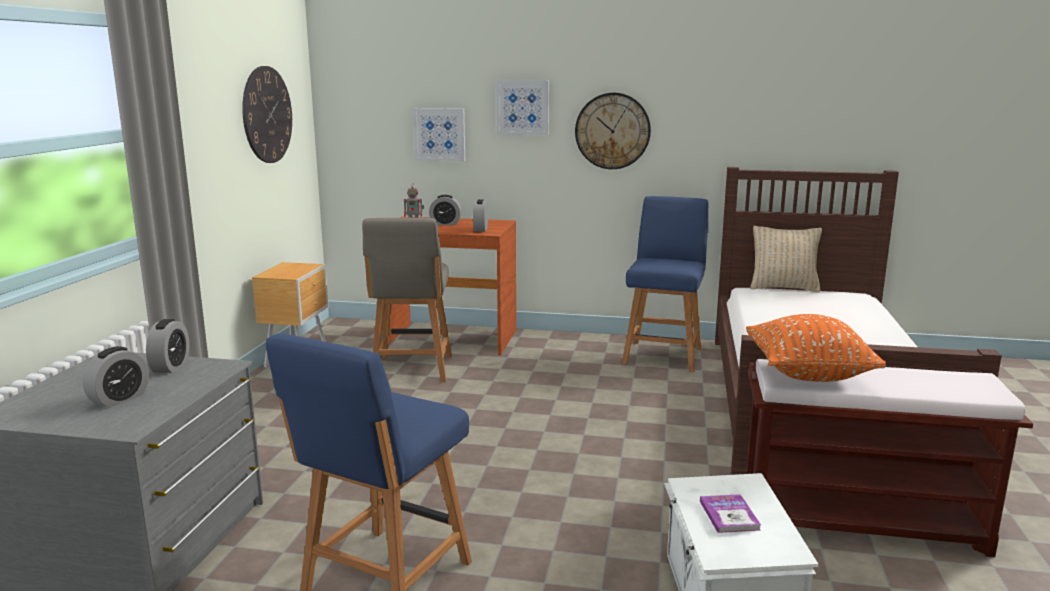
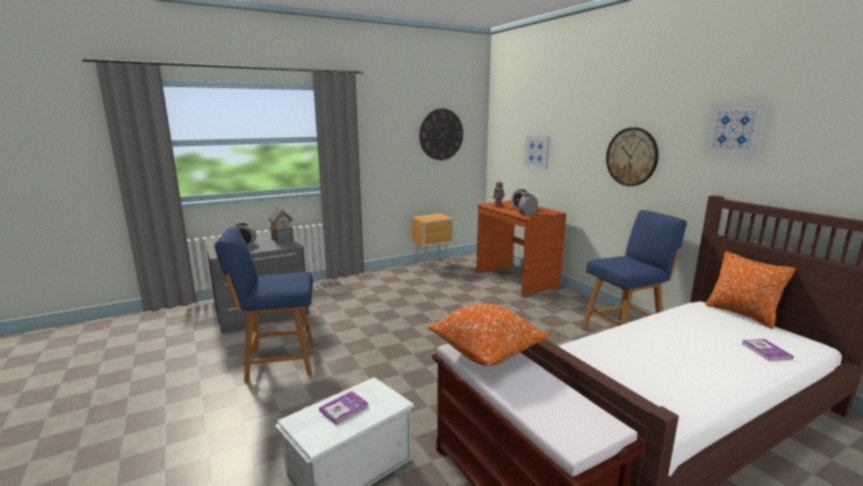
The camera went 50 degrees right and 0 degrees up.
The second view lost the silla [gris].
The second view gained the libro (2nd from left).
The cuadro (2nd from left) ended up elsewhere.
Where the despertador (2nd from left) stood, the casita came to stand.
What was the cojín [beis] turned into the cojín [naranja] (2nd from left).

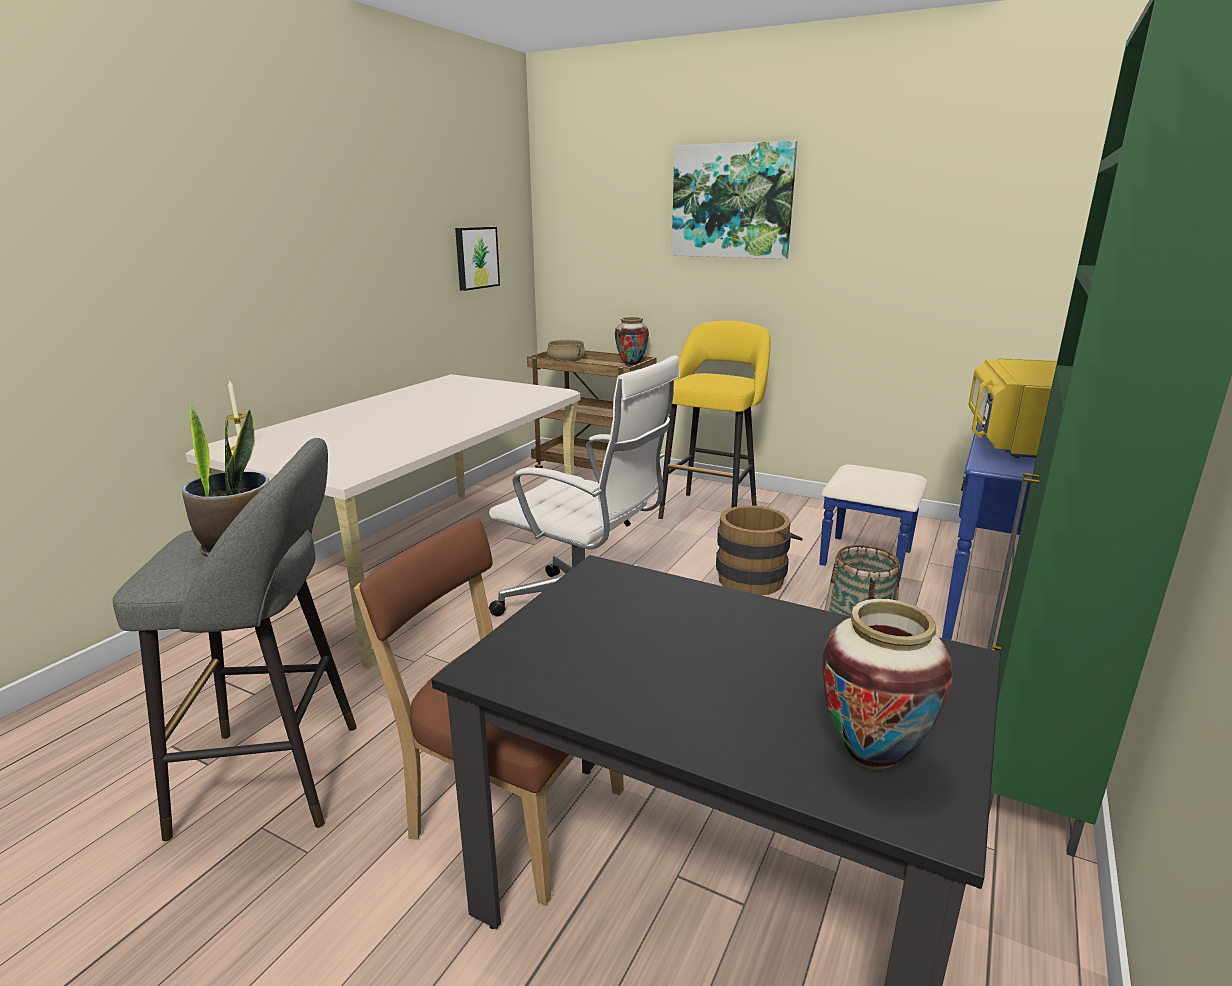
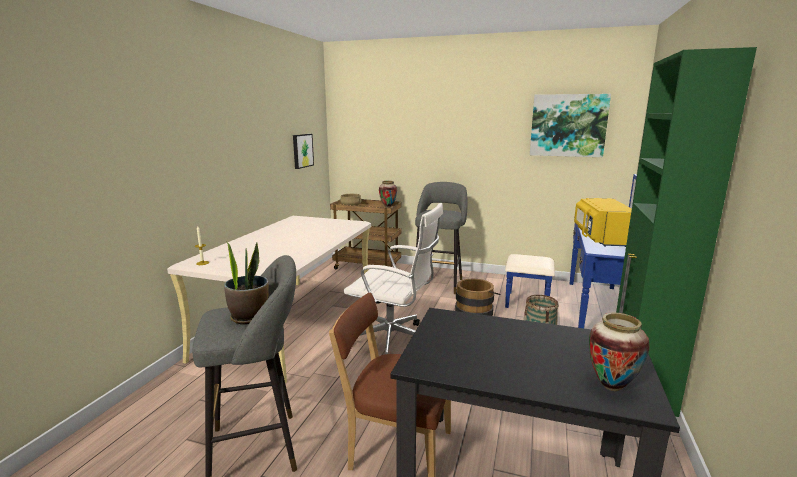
The camera went 10 degrees left and 5 degrees down.
The cuadro (2nd from left) ended up elsewhere.
What was the taburete [amarillo] turned into the taburete [gris] (2nd from left).

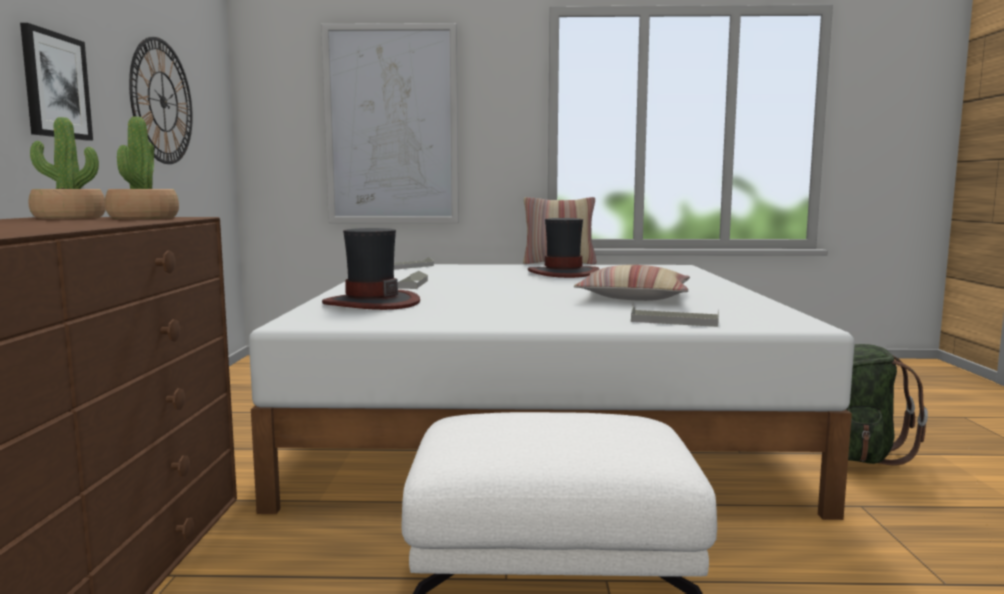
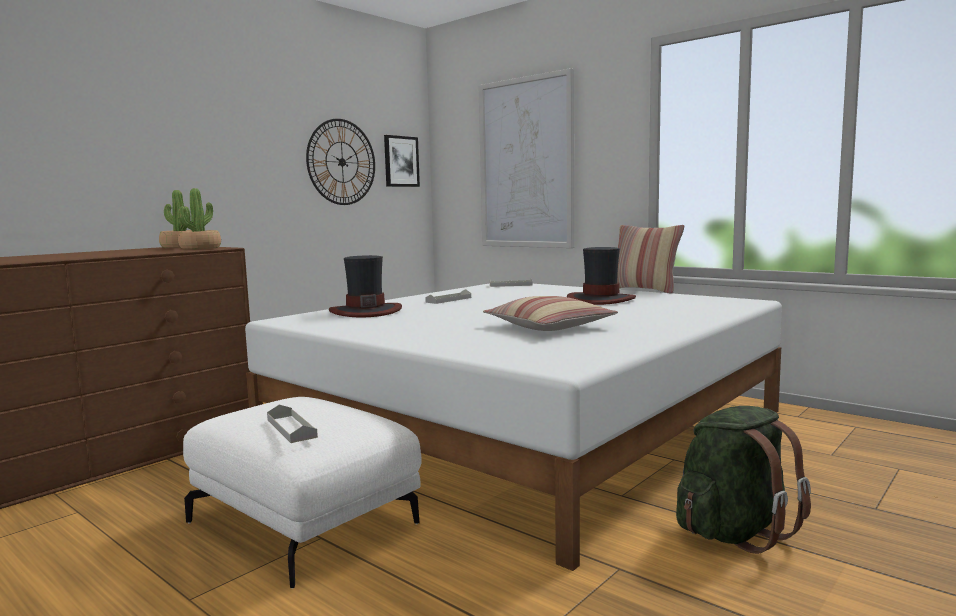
The camera went 40 degrees right and 0 degrees up.
The cuadro (1st from left) ended up elsewhere.
The bandeja [gris] (3rd from left in the first image) ended up elsewhere.

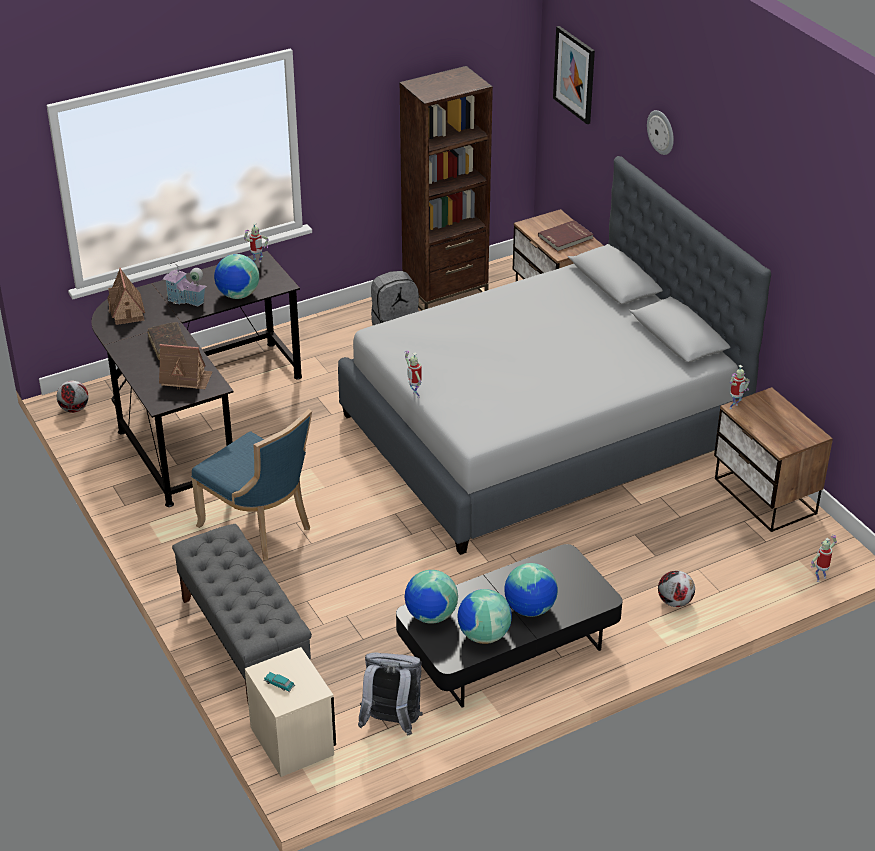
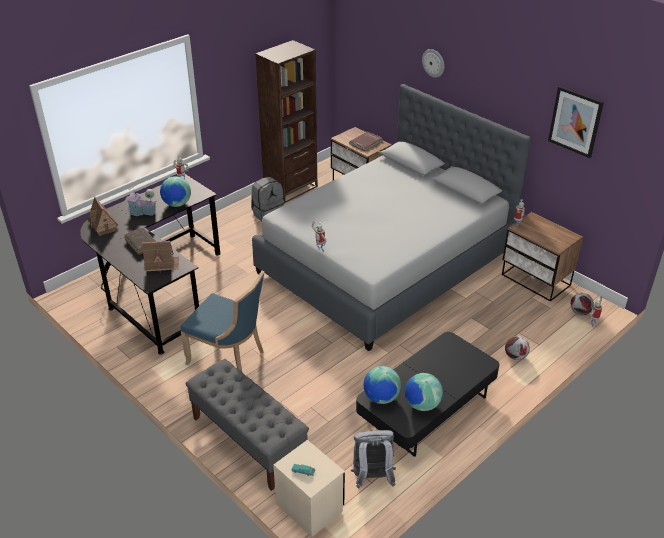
The camera went 15 degrees left and 0 degrees up.
The second view lost the globo terráqueo (4th from left).
The balón de fútbol (1st from left in the first image) ended up elsewhere.
The cuadro ended up elsewhere.

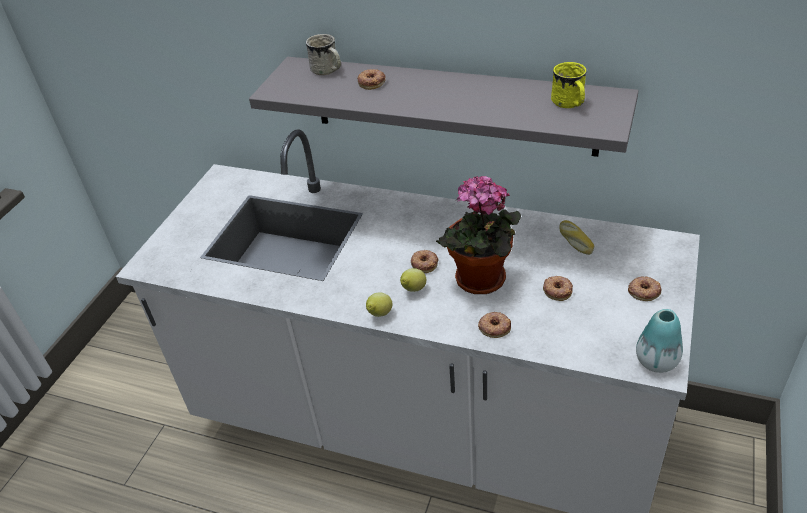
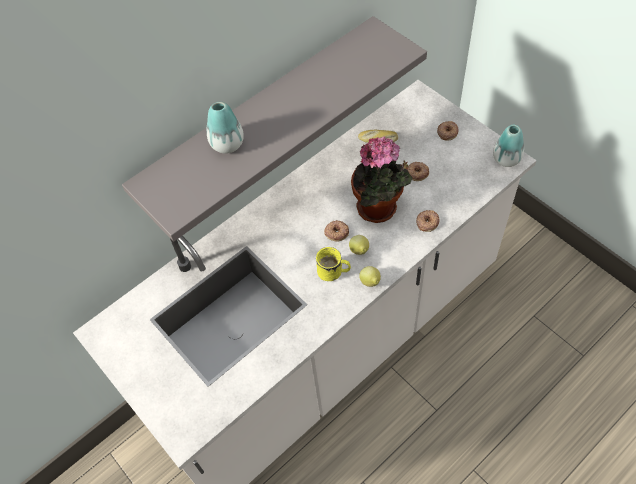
The camera went 60 degrees left and 15 degrees up.
The second view lost the taza grande [blanco].
The taza grande [amarillo] ended up elsewhere.
Where the rosquilla (1st from left) stood, the florero (1st from left) came to stand.

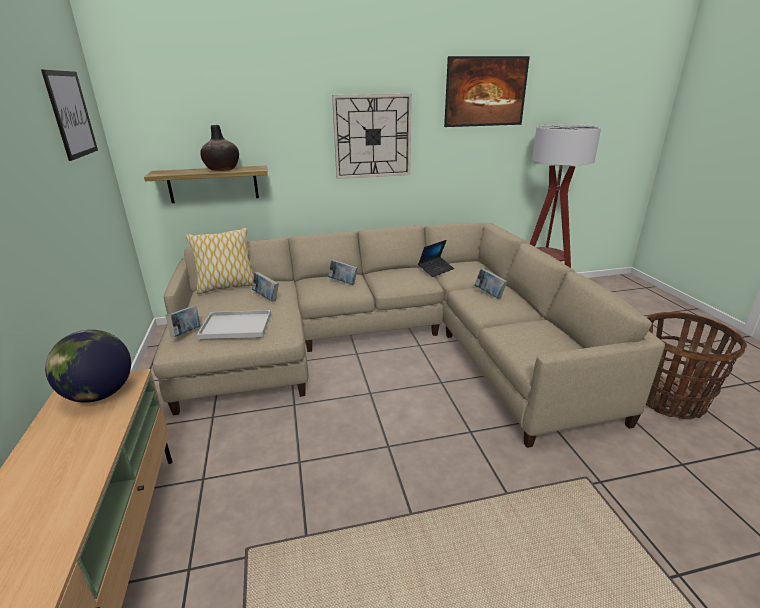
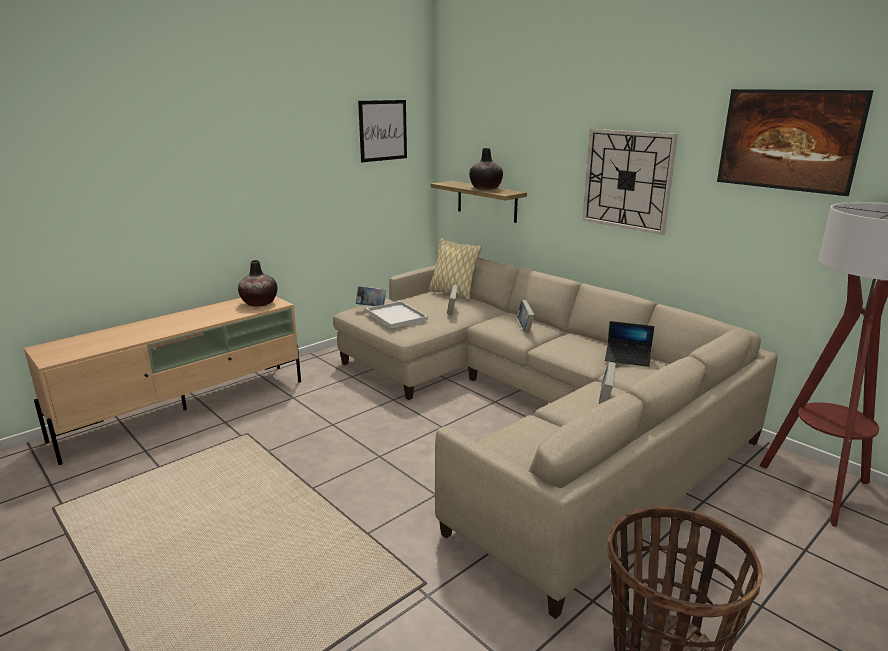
The camera went 60 degrees right and 5 degrees down.
Where the globo terráqueo stood, the florero (1st from left) came to stand.

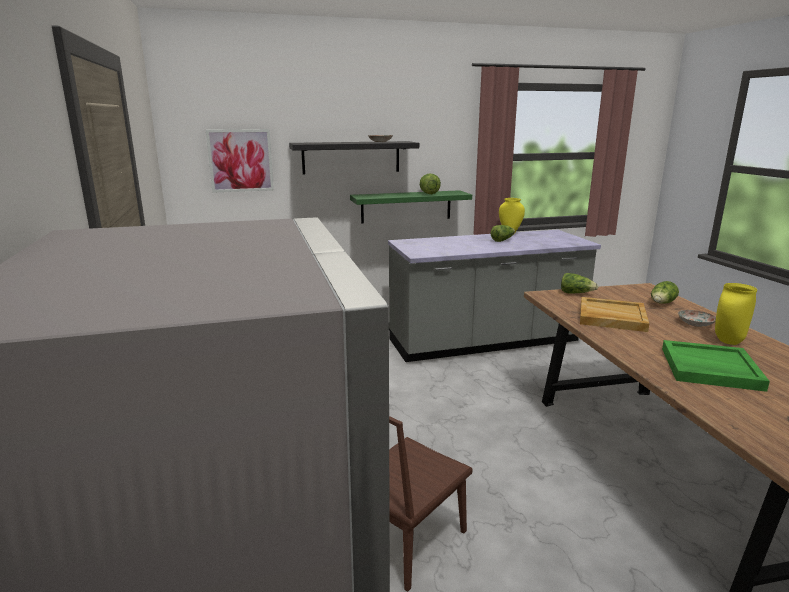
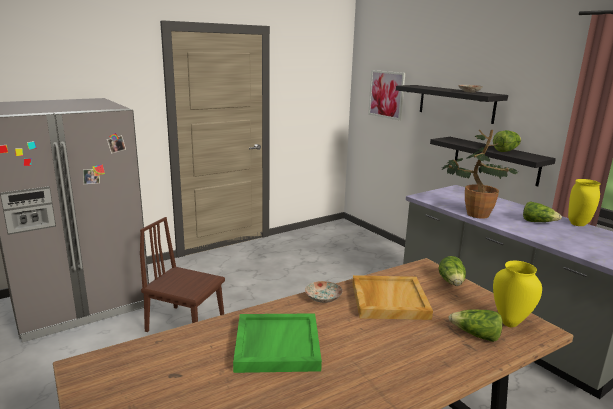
The camera went 70 degrees right and 0 degrees up.
The second view gained the planta en maceta.
The plato (2nd from left in the first image) ended up elsewhere.
The florero [amarillo] (2nd from left in the first image) ended up elsewhere.
What was the estante [verde] turned into the estante [negro] (2nd from left).

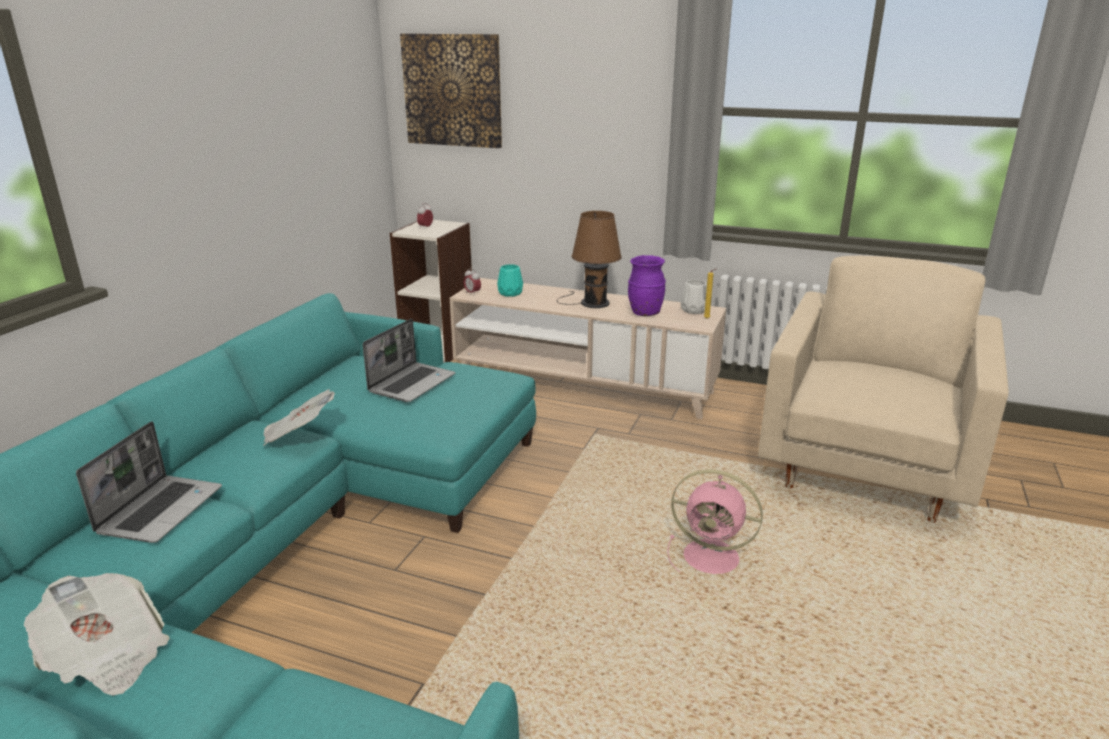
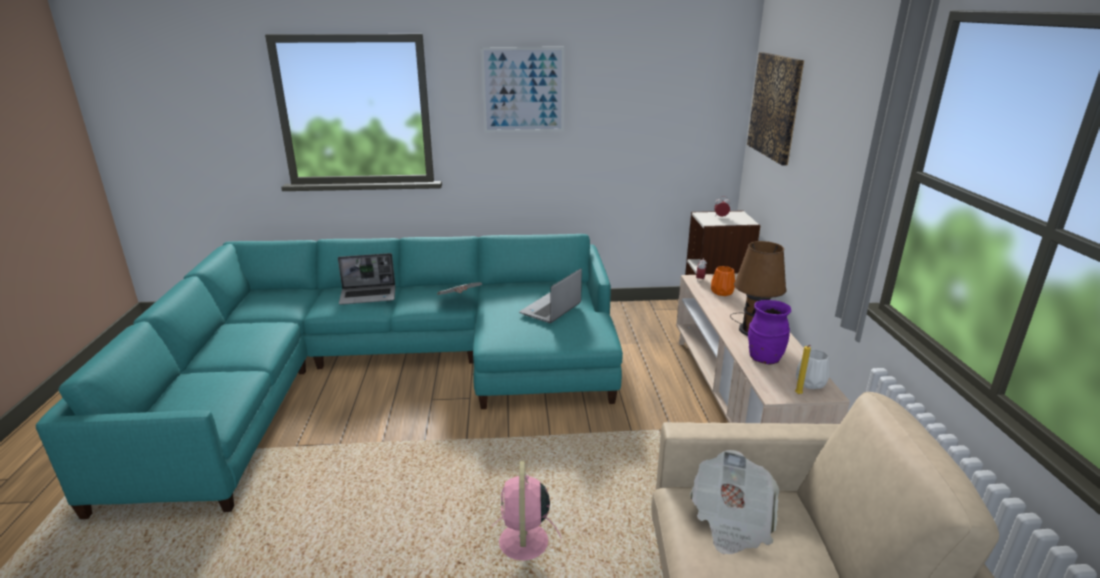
The camera went 65 degrees right and 0 degrees up.
The second view gained the cuadro (1st from left).
The periódico (1st from left in the first image) ended up elsewhere.
What was the florero [turquesa] turned into the florero [naranja].
The portátil (2nd from left) ended up facing another way, 120 degrees clockwise from before.

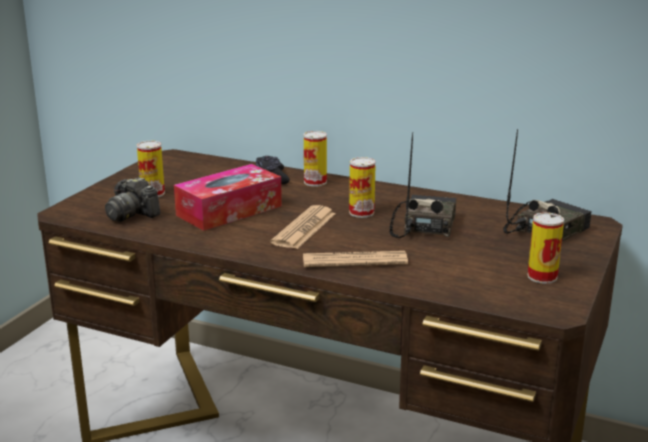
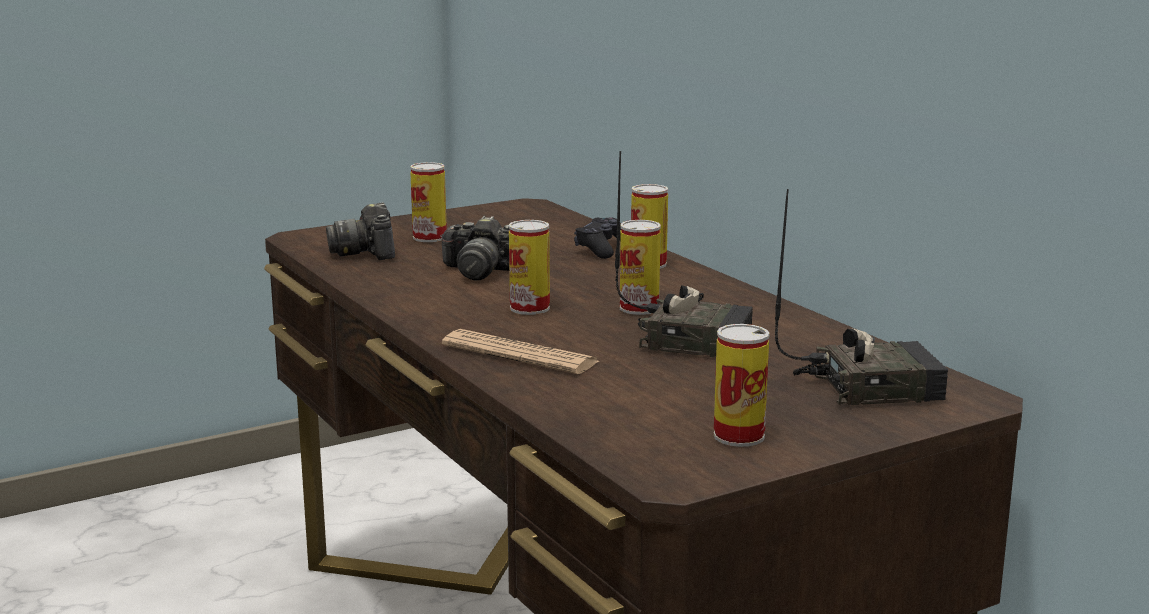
The camera went 35 degrees right and 5 degrees down.
Where the caja de pañuelos stood, the cámara (2nd from left) came to stand.
Where the periódico (1st from left) stood, the lata (2nd from left) came to stand.
The radio (1st from left) ended up facing another way, 60 degrees clockwise from before.

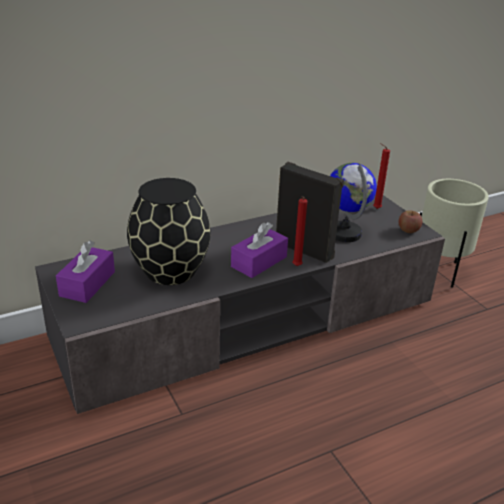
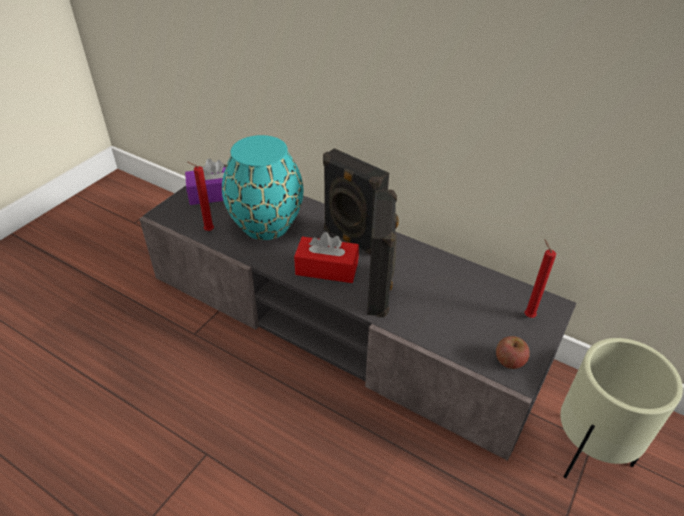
The camera went 60 degrees right and 10 degrees up.
The second view lost the globo terráqueo.
The second view gained the altavoz [negro] (1st from left).
The vela [rojo] (1st from left) ended up elsewhere.
What was the florero [negro] turned into the florero [turquesa].
What was the caja de pañuelos [morado] (2nd from left) turned into the caja de pañuelos [rojo].

